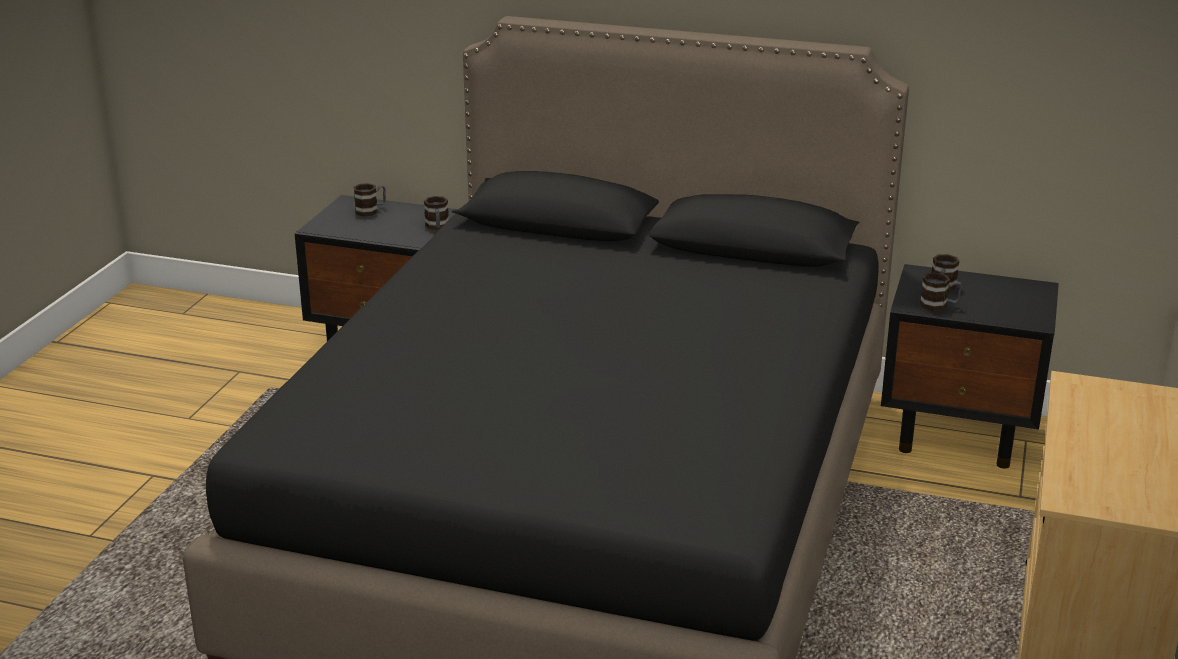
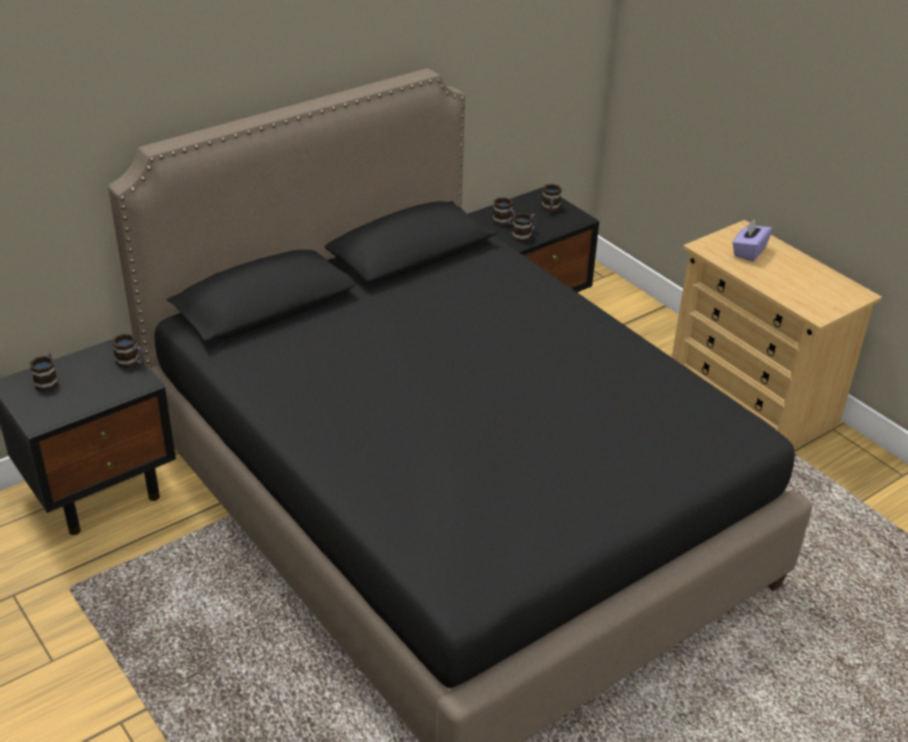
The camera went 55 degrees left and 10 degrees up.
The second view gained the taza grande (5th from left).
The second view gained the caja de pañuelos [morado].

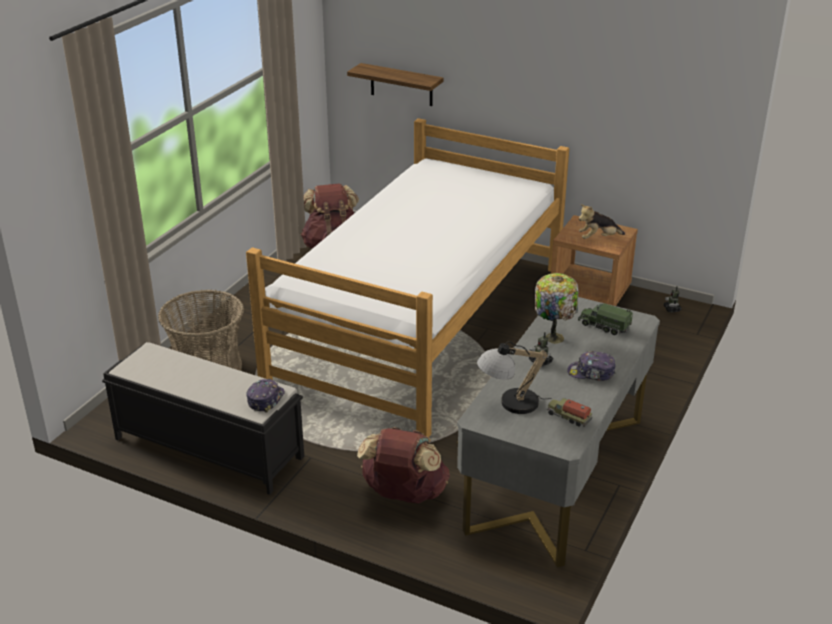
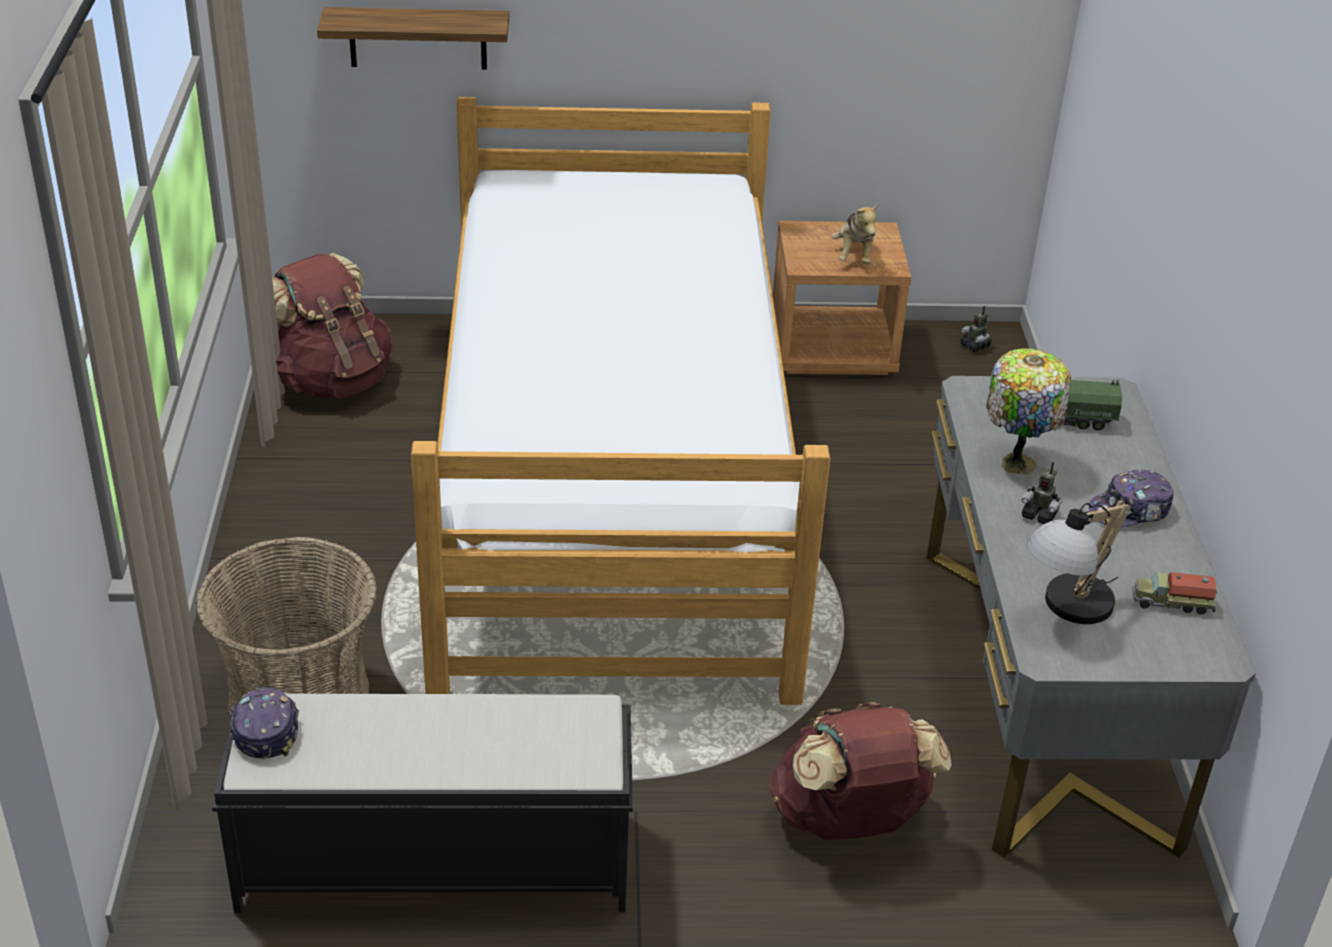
The camera went 30 degrees left and 5 degrees up.
The gorra (1st from left) ended up elsewhere.
The peluche ended up facing another way, 45 degrees counterclockwise from before.

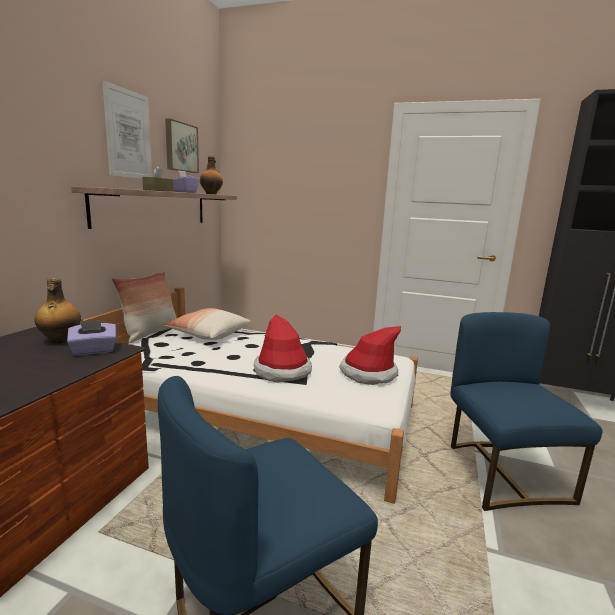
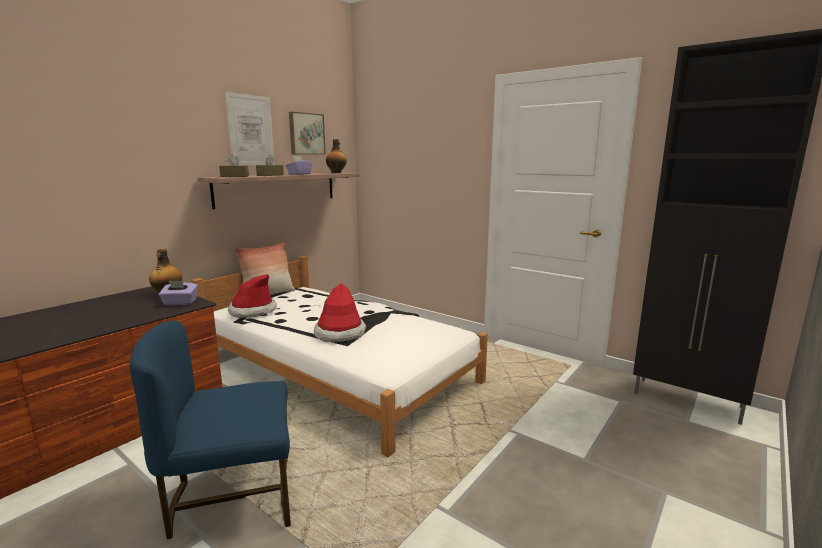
The camera went 20 degrees right and 0 degrees up.
The second view lost the cojín (2nd from left).
The second view lost the silla [azul] (2nd from left).
The second view gained the caja de pañuelos [marrón] (1st from left).
The sombrero (2nd from left in the first image) ended up elsewhere.

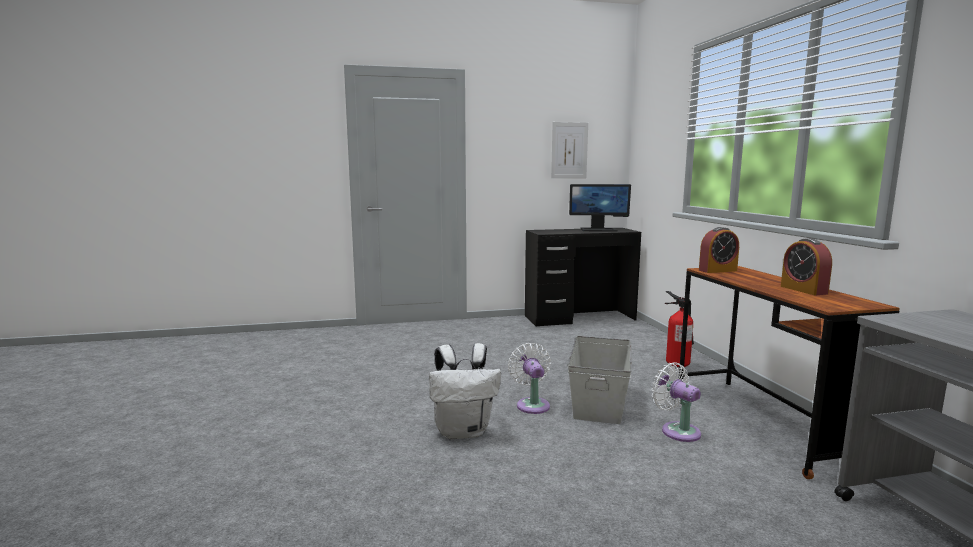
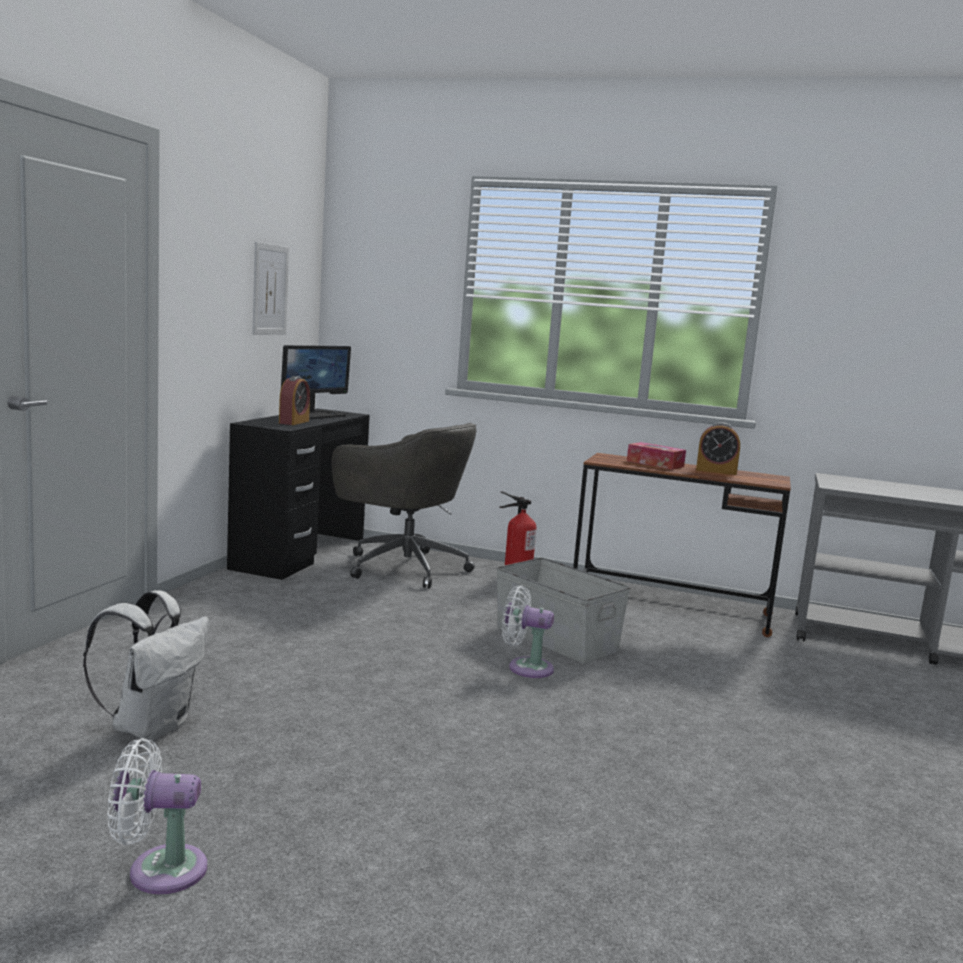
The camera went 60 degrees left and 0 degrees up.
The second view gained the silla de oficina [gris].
The second view gained the caja de pañuelos.
The mochila [blanco] ended up elsewhere.
The ventilador [blanco] (2nd from left in the first image) ended up elsewhere.
The despertador (1st from left) ended up elsewhere.

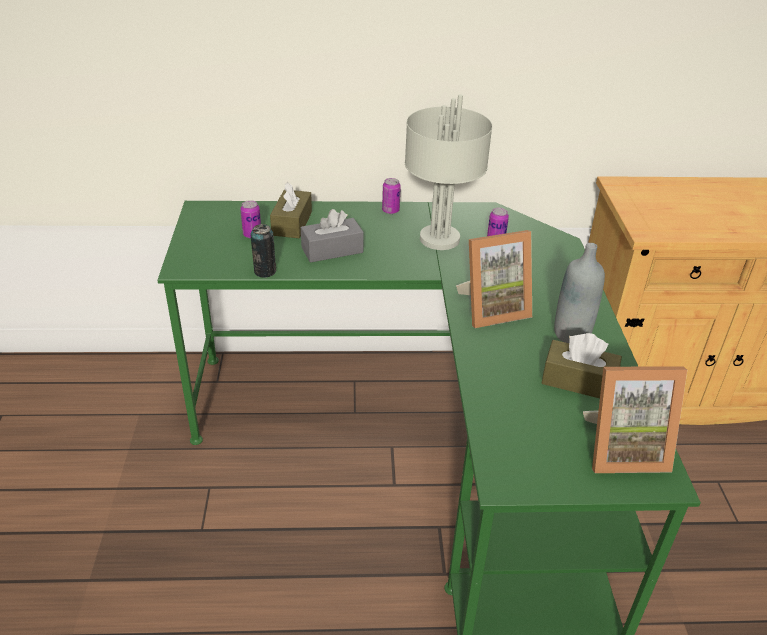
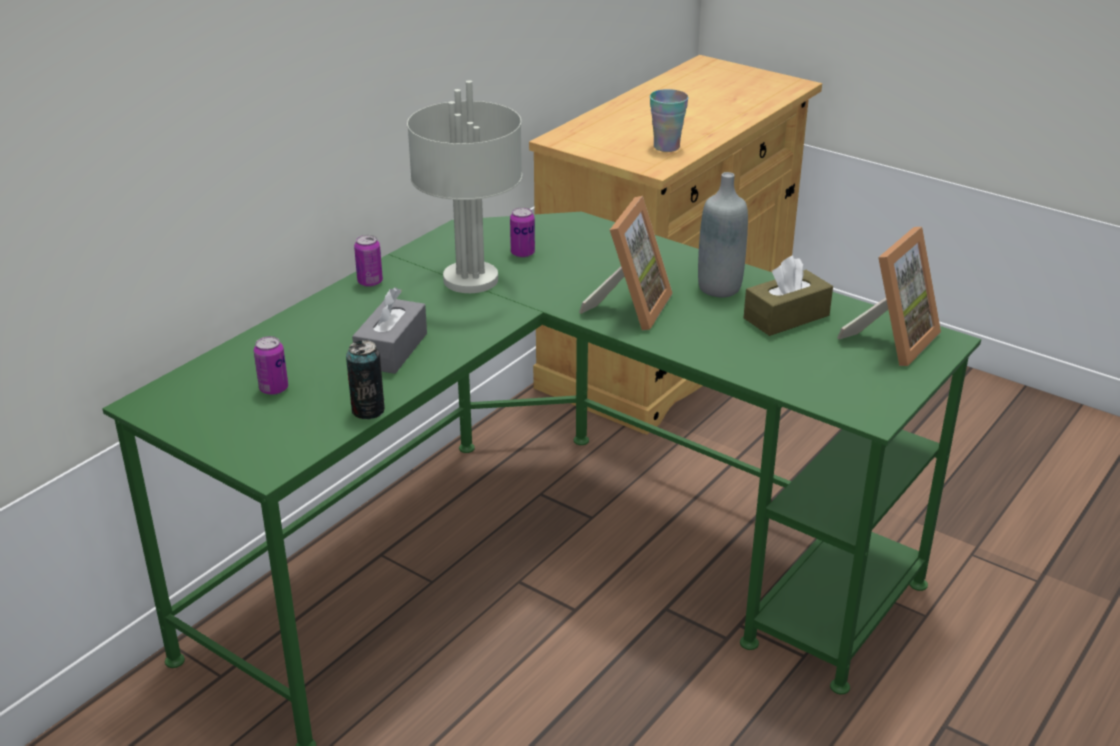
The camera went 50 degrees left and 5 degrees down.
The second view lost the caja de pañuelos [marrón] (1st from left).
The second view gained the taza.

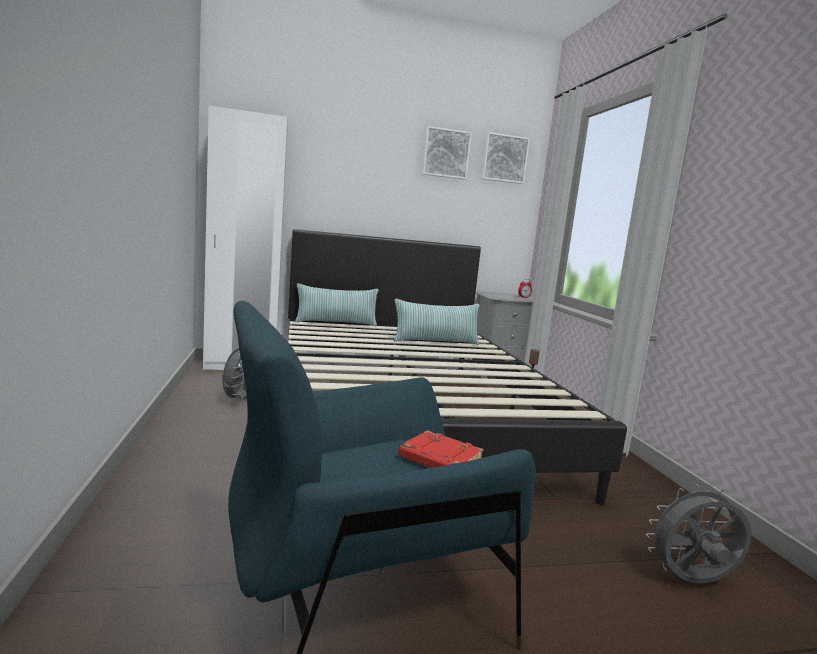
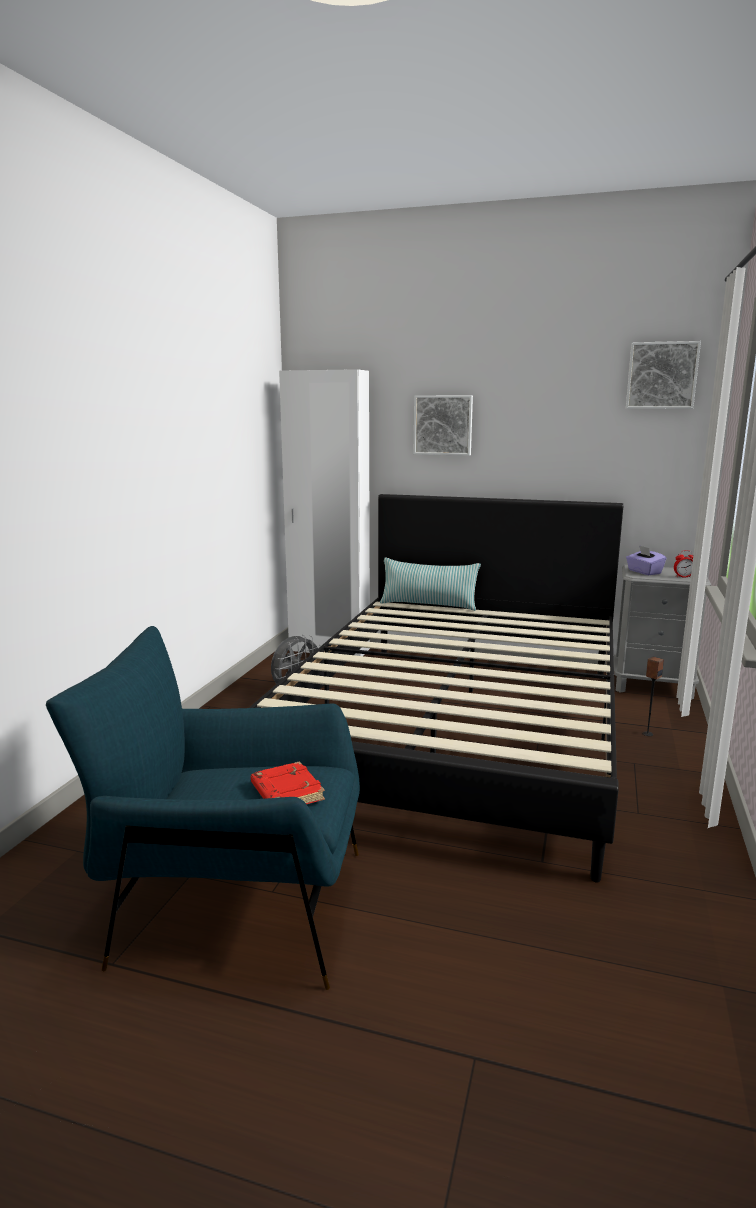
The camera went 30 degrees right and 5 degrees up.
The second view lost the cojín (2nd from left).
The second view lost the ventilador [gris] (2nd from left).
The second view gained the caja de pañuelos [morado].
The cuadro (1st from left) ended up elsewhere.

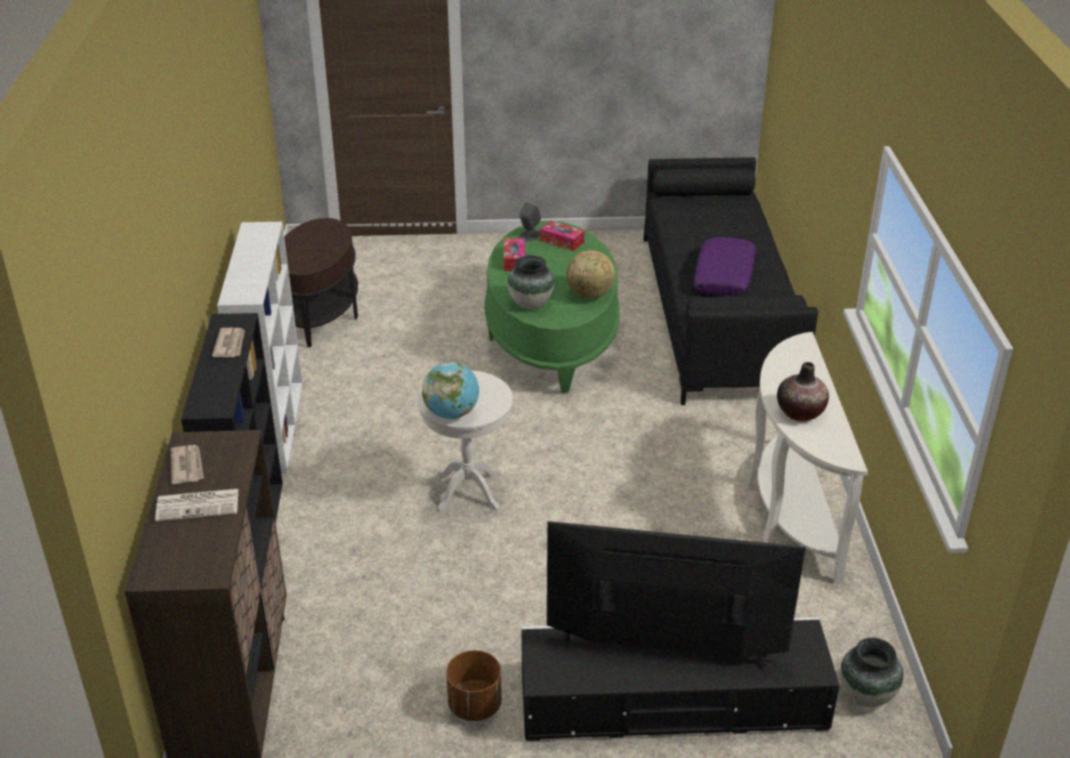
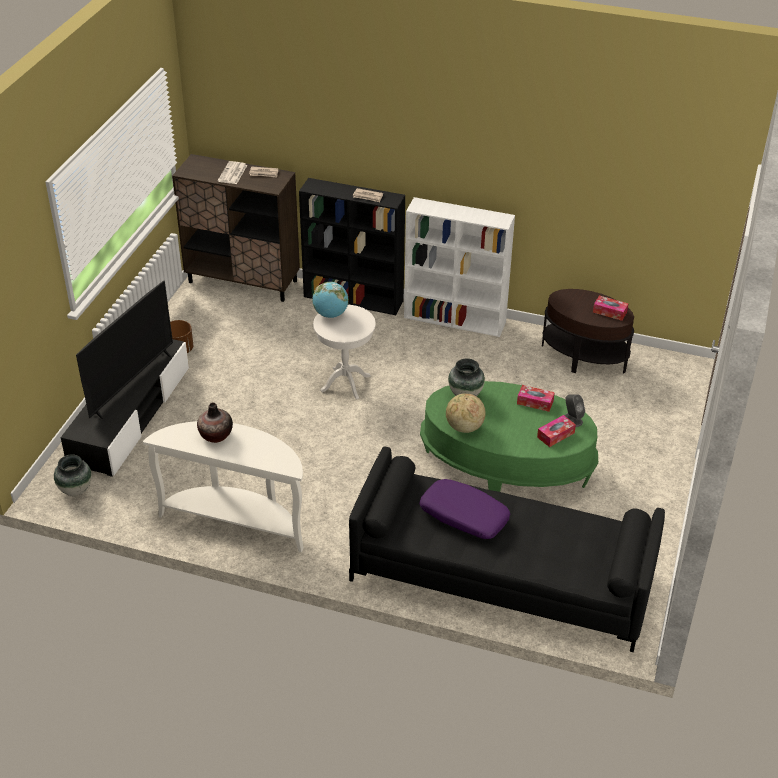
The camera went 110 degrees right and 5 degrees up.
The second view gained the caja de pañuelos (3rd from left).

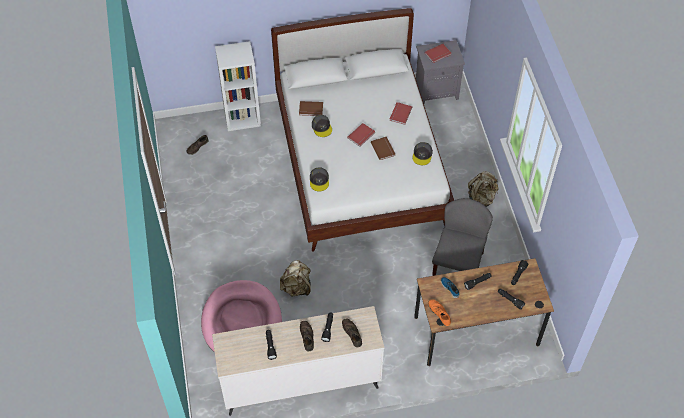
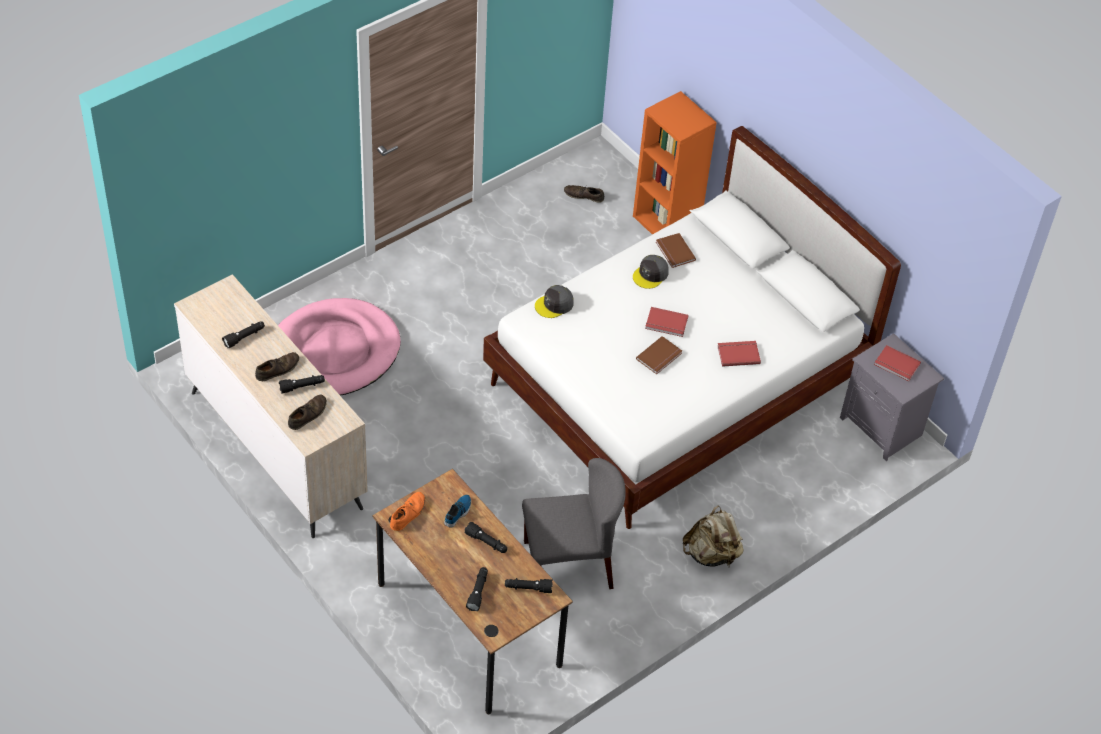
The camera went 60 degrees right and 5 degrees down.
The second view lost the mochila [beis] (1st from left).
The second view lost the gorra [gris] (3rd from left).
What was the estantería [blanco] turned into the estantería [naranja].

